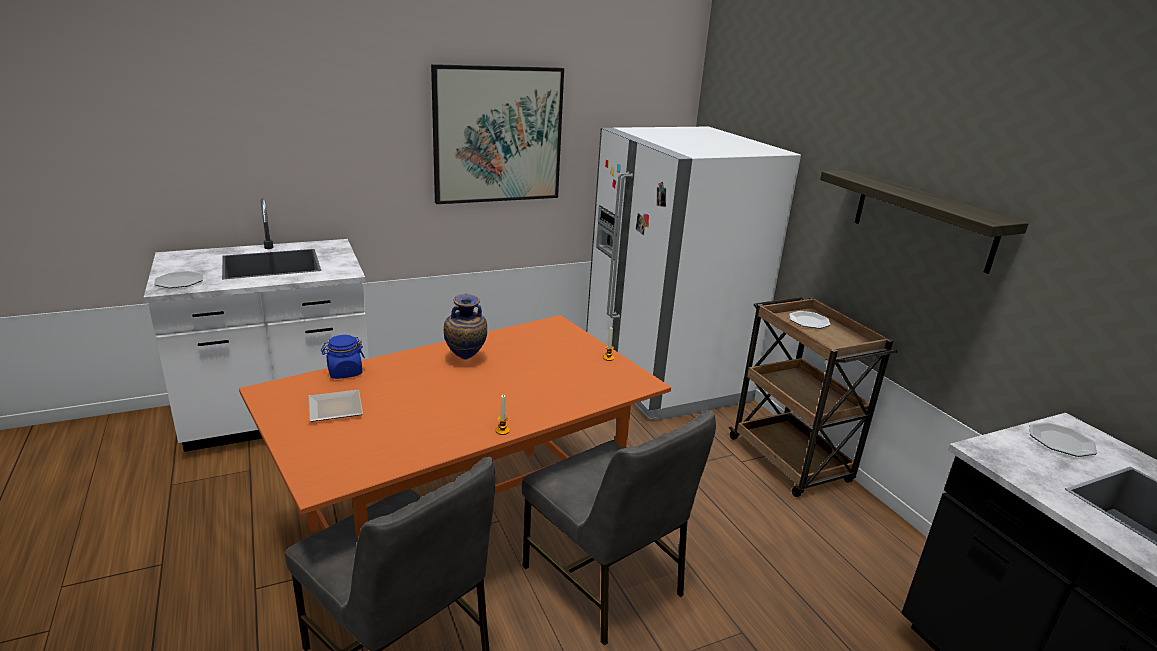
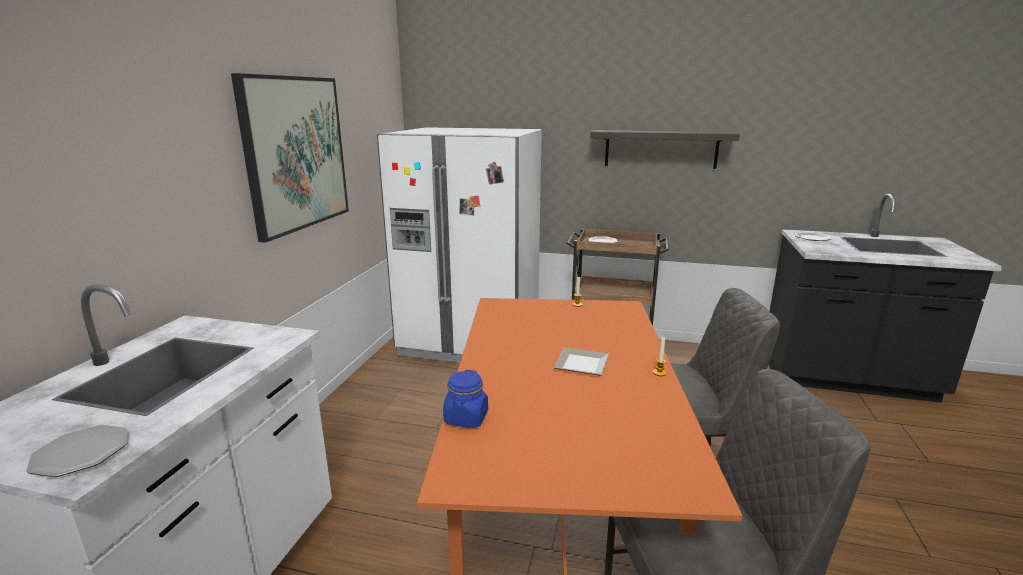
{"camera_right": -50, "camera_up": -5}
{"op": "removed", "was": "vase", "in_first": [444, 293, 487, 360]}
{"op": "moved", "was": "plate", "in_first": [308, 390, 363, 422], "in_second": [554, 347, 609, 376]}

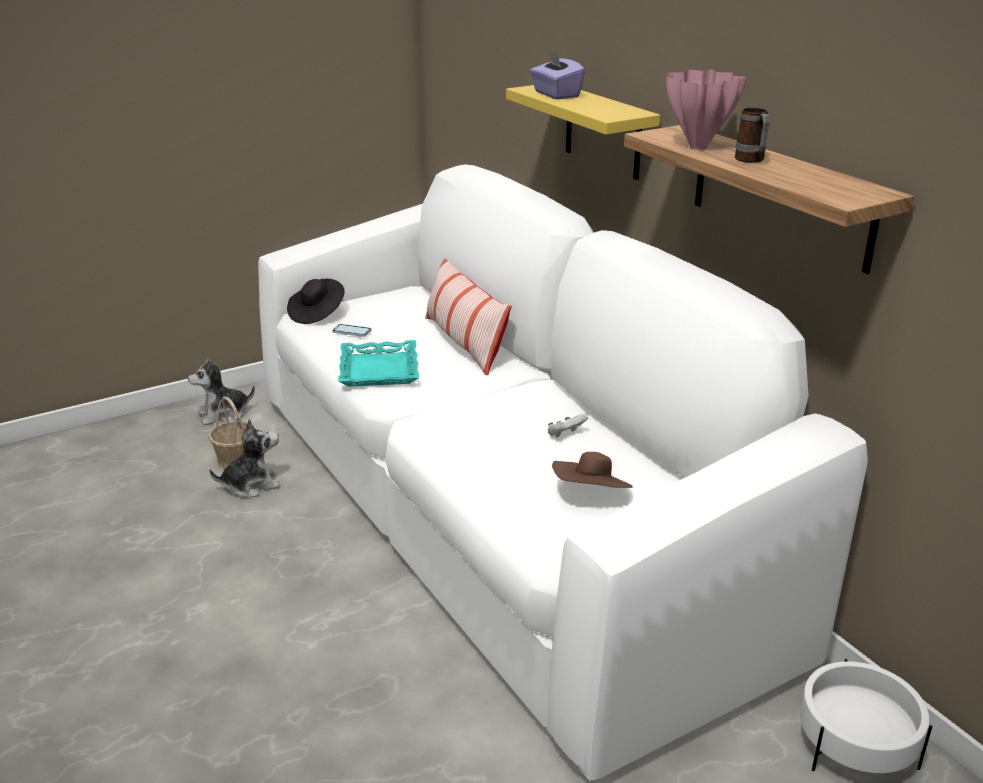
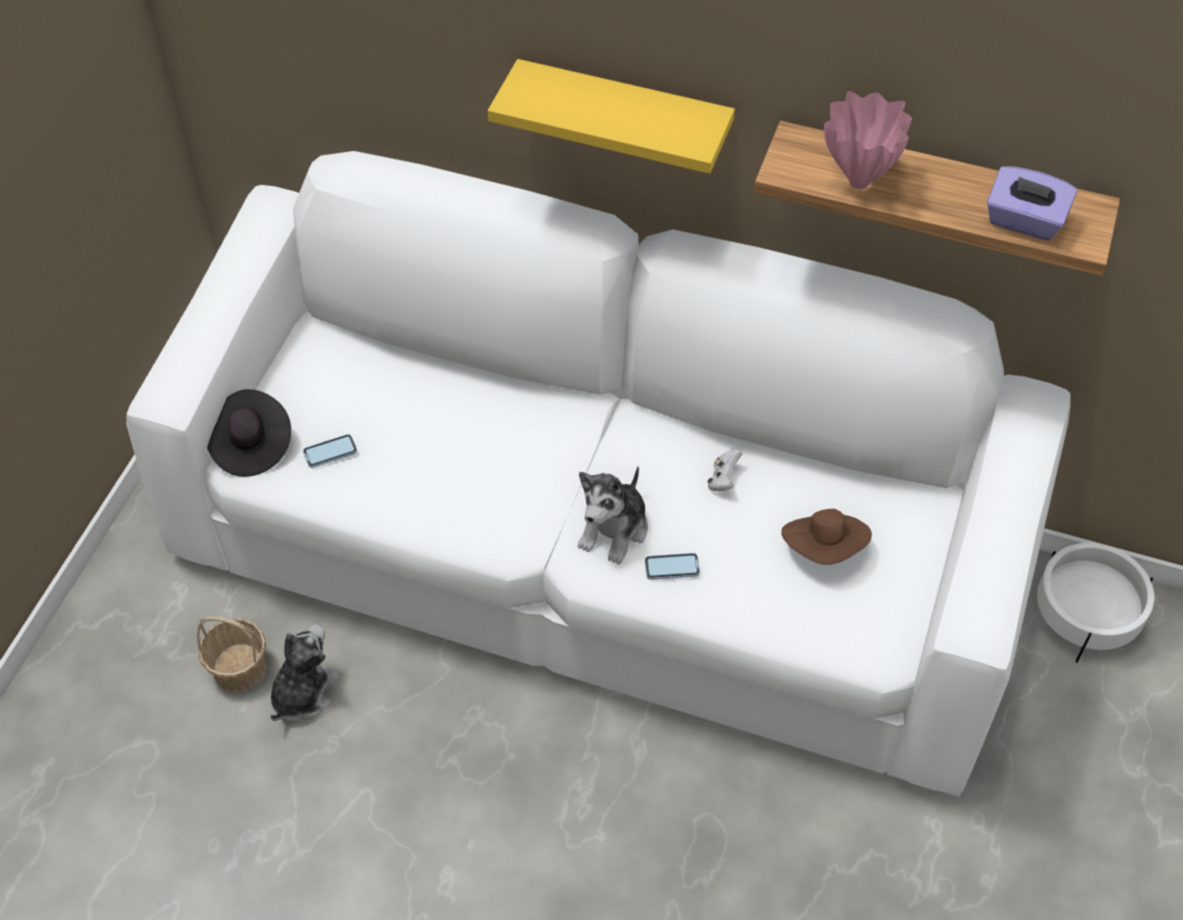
{"camera_right": -40, "camera_up": 25}
{"op": "removed", "was": "turquoise tray", "in_first": [338, 340, 419, 387]}
{"op": "removed", "was": "pillow", "in_first": [425, 258, 512, 375]}
{"op": "removed", "was": "mug", "in_first": [735, 108, 769, 163]}
{"op": "added", "now": "phone", "in_second": [645, 553, 700, 580]}
{"op": "moved", "was": "plush toy", "in_first": [187, 358, 255, 426], "in_second": [578, 466, 648, 565]}
{"op": "moved", "was": "purple tissue box", "in_first": [530, 49, 585, 100], "in_second": [987, 166, 1077, 241]}

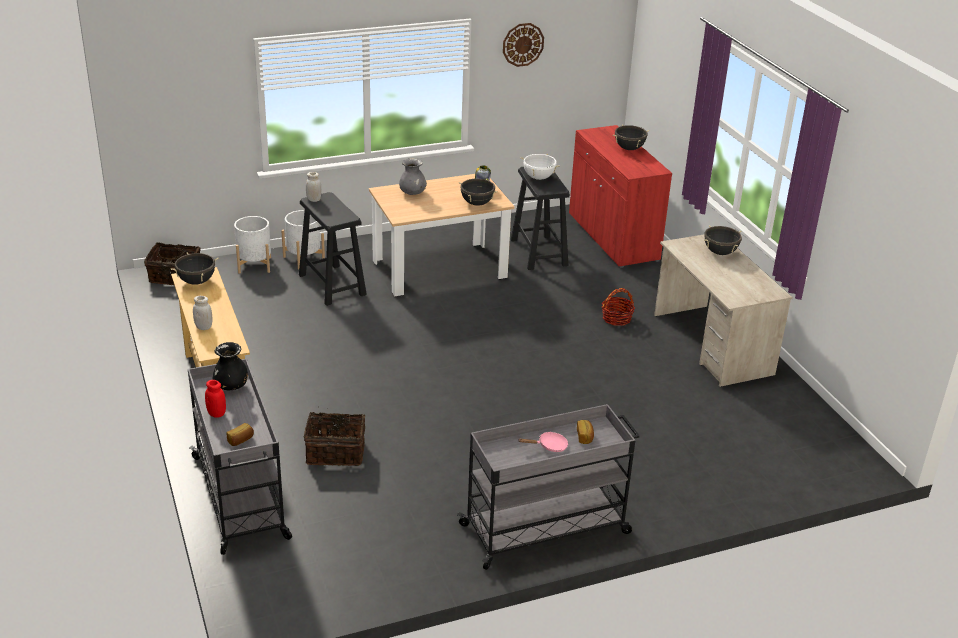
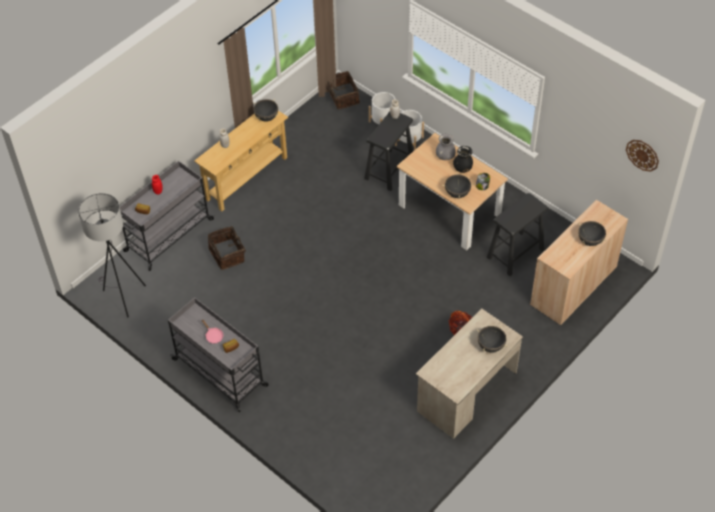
{"camera_right": 65, "camera_up": 20}
{"op": "removed", "was": "white cooking pot", "in_first": [521, 154, 559, 180]}
{"op": "added", "now": "grey floor lamp", "in_second": [78, 193, 146, 318]}
{"op": "moved", "was": "black vase", "in_first": [212, 342, 248, 390], "in_second": [453, 146, 473, 173]}
{"op": "moved", "was": "wall clock", "in_first": [503, 23, 544, 67], "in_second": [626, 140, 659, 172]}
{"op": "recoloured", "was": "red cabinet", "now": "beige cabinet", "in_first": [569, 125, 672, 268], "in_second": [530, 200, 628, 326]}

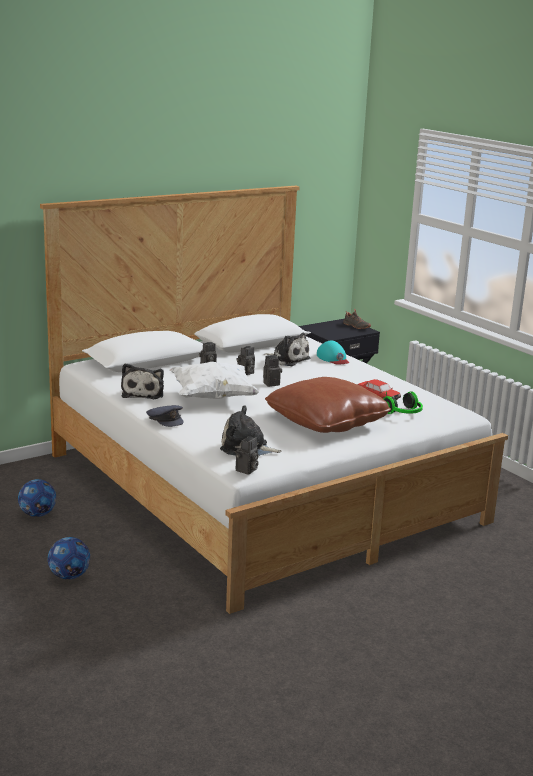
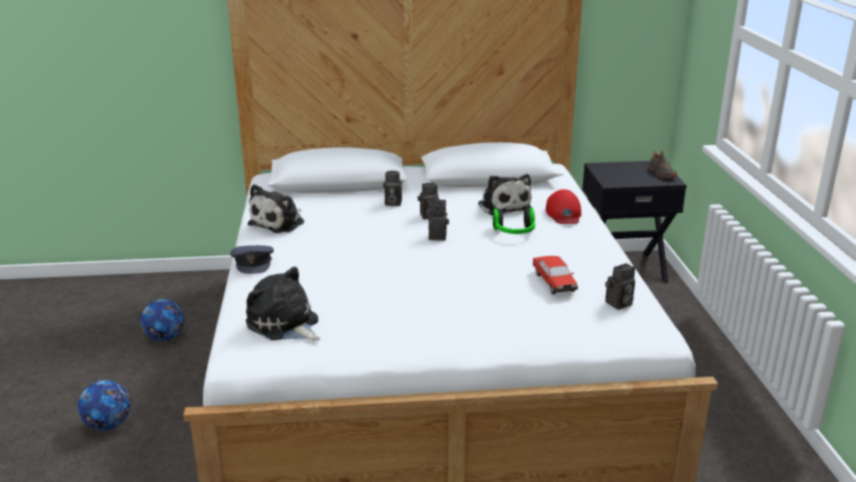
{"camera_right": 30, "camera_up": 5}
{"op": "removed", "was": "white pillow", "in_first": [169, 362, 260, 399]}
{"op": "removed", "was": "brown pillow", "in_first": [265, 377, 391, 433]}
{"op": "moved", "was": "photo camera", "in_first": [236, 436, 259, 475], "in_second": [605, 263, 635, 310]}
{"op": "moved", "was": "headphones", "in_first": [384, 391, 423, 414], "in_second": [492, 203, 535, 234]}
{"op": "recoloured", "was": "turquoise cap", "now": "red cap", "in_first": [317, 341, 349, 365], "in_second": [546, 189, 581, 224]}

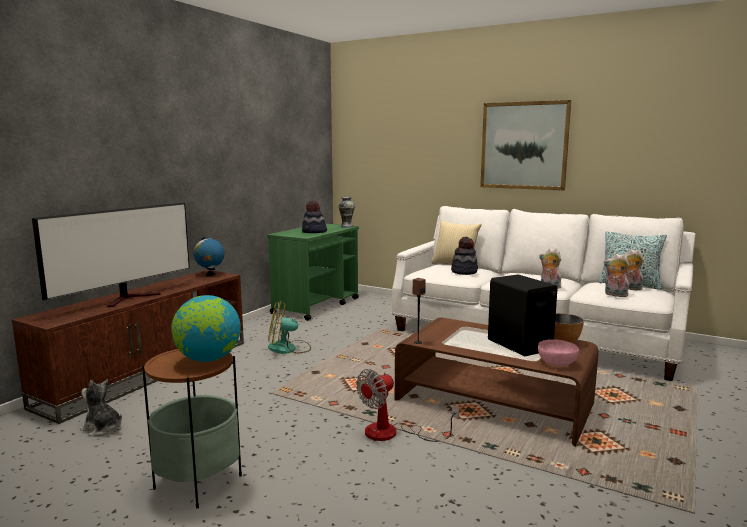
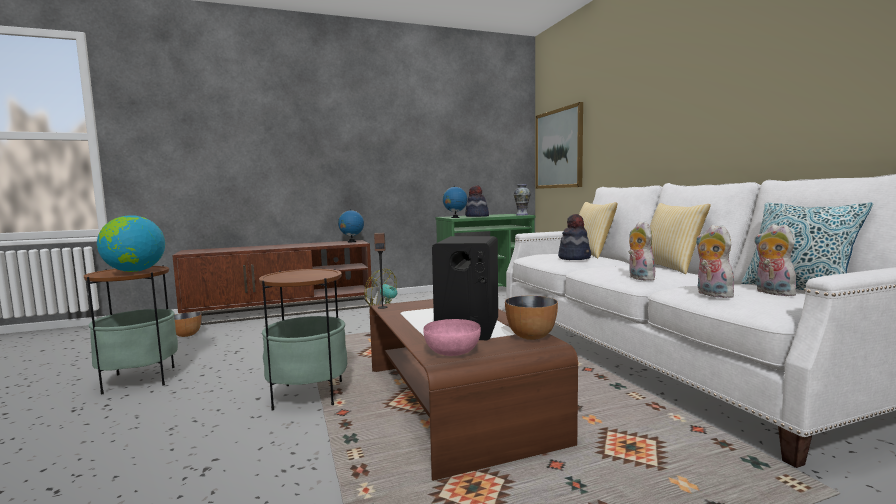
{"camera_right": 40, "camera_up": -5}
{"op": "removed", "was": "television", "in_first": [32, 203, 190, 307]}
{"op": "added", "now": "globe", "in_second": [443, 186, 467, 218]}
{"op": "added", "now": "pillow", "in_second": [650, 203, 711, 274]}
{"op": "moved", "was": "picture", "in_first": [480, 100, 571, 191], "in_second": [536, 102, 583, 189]}
{"op": "replaced", "was": "plush toy", "now": "bowl", "in_first": [80, 379, 122, 436], "in_second": [174, 312, 202, 337]}
{"op": "replaced", "was": "fan", "now": "side table", "in_first": [356, 369, 459, 442], "in_second": [259, 269, 347, 411]}

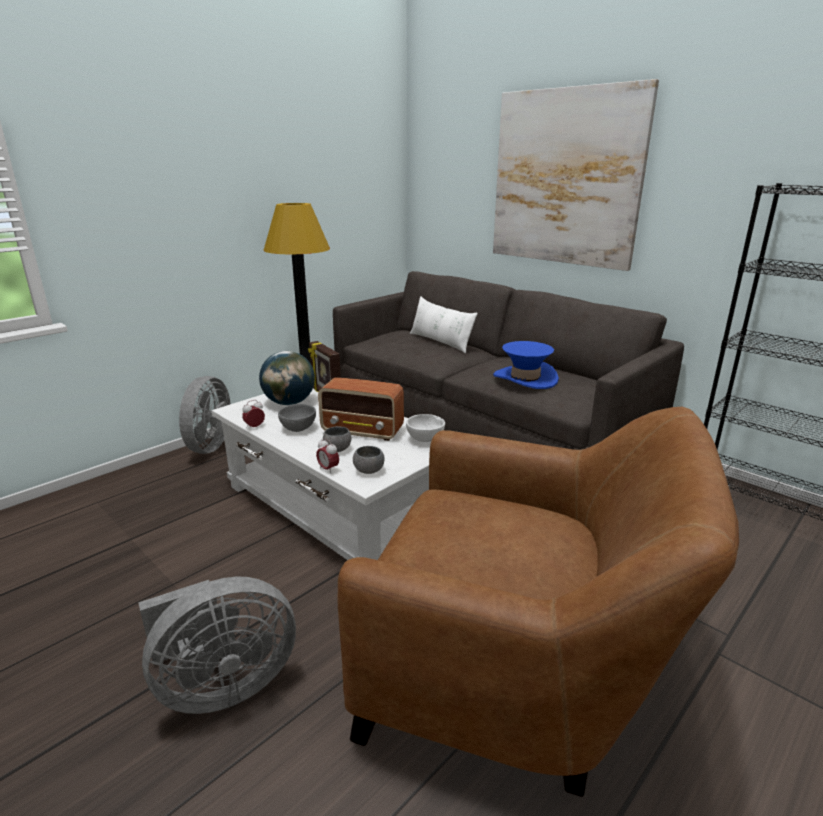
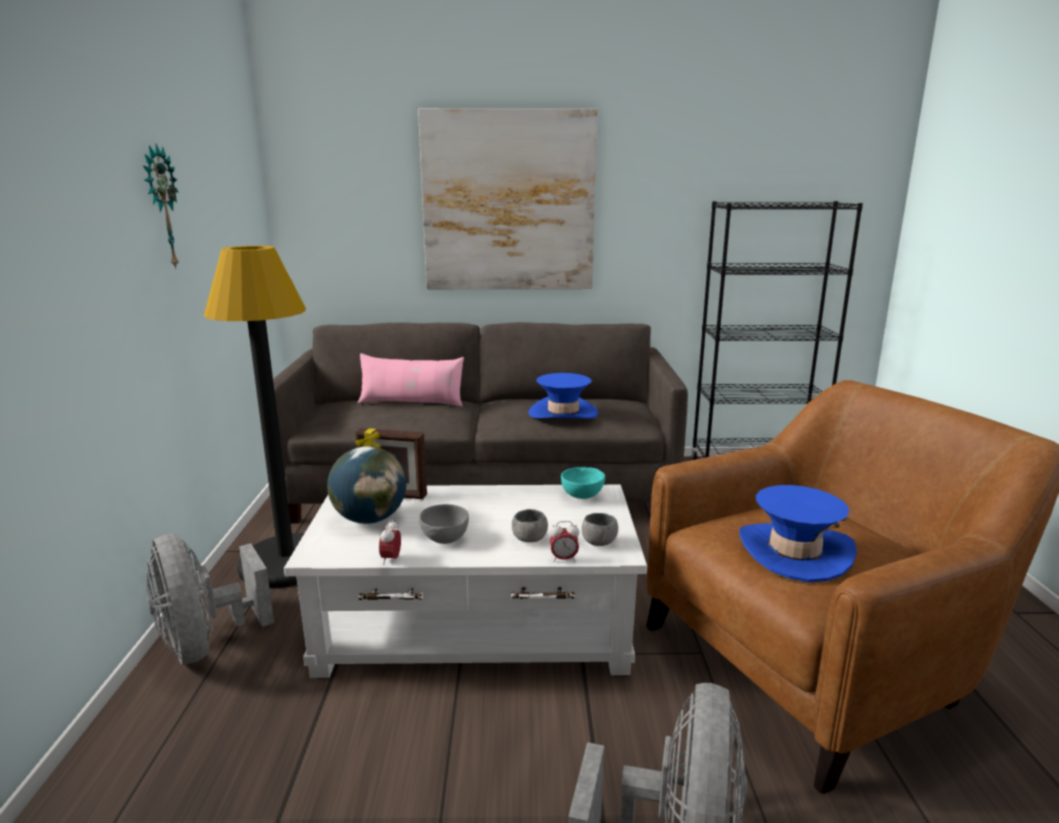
{"camera_right": -45, "camera_up": -5}
{"op": "removed", "was": "radio", "in_first": [318, 377, 404, 441]}
{"op": "added", "now": "wall clock", "in_second": [143, 144, 179, 268]}
{"op": "added", "now": "blue hat", "in_second": [739, 485, 857, 583]}
{"op": "recoloured", "was": "white bowl", "now": "turquoise bowl", "in_first": [406, 414, 445, 442], "in_second": [561, 467, 605, 499]}
{"op": "recoloured", "was": "white pillow", "now": "pink pillow", "in_first": [410, 296, 478, 353], "in_second": [358, 353, 464, 407]}

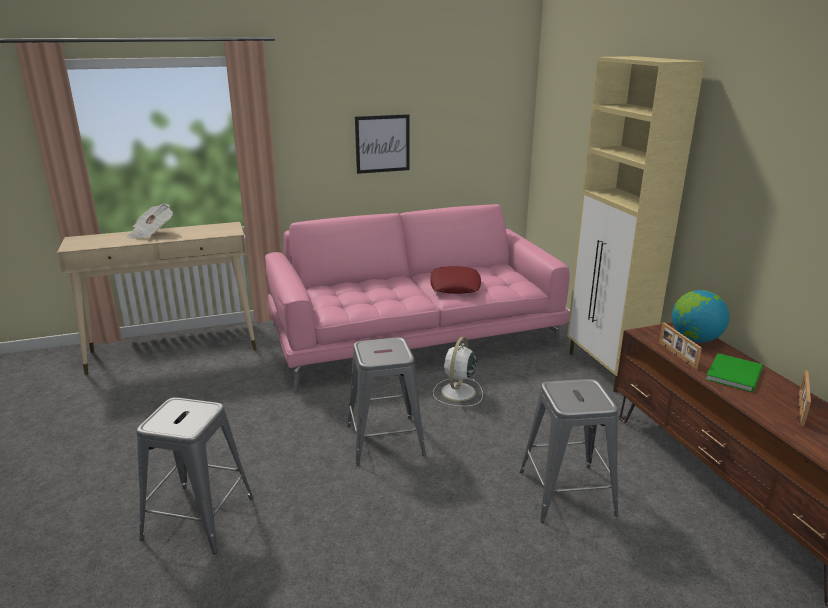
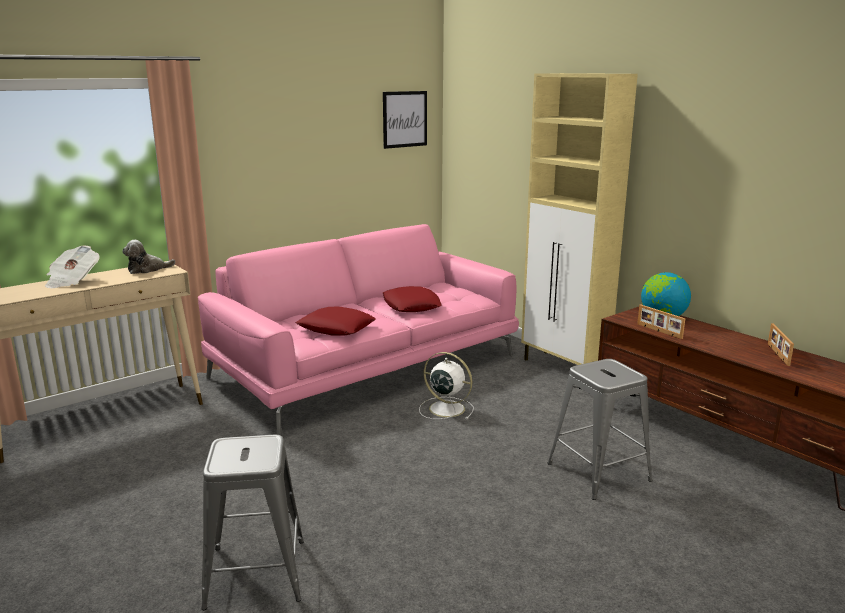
{"camera_right": -20, "camera_up": -5}
{"op": "removed", "was": "grey stool", "in_first": [347, 337, 426, 466]}
{"op": "removed", "was": "green book", "in_first": [705, 353, 763, 392]}
{"op": "added", "now": "plush toy", "in_second": [122, 240, 175, 274]}
{"op": "added", "now": "red pillow", "in_second": [296, 307, 376, 336]}
{"op": "moved", "was": "picture", "in_first": [355, 114, 410, 174], "in_second": [383, 91, 427, 149]}
{"op": "turned", "was": "white fan", "in_first": [433, 337, 483, 407], "in_second": [419, 352, 474, 419], "clockwise": 120}

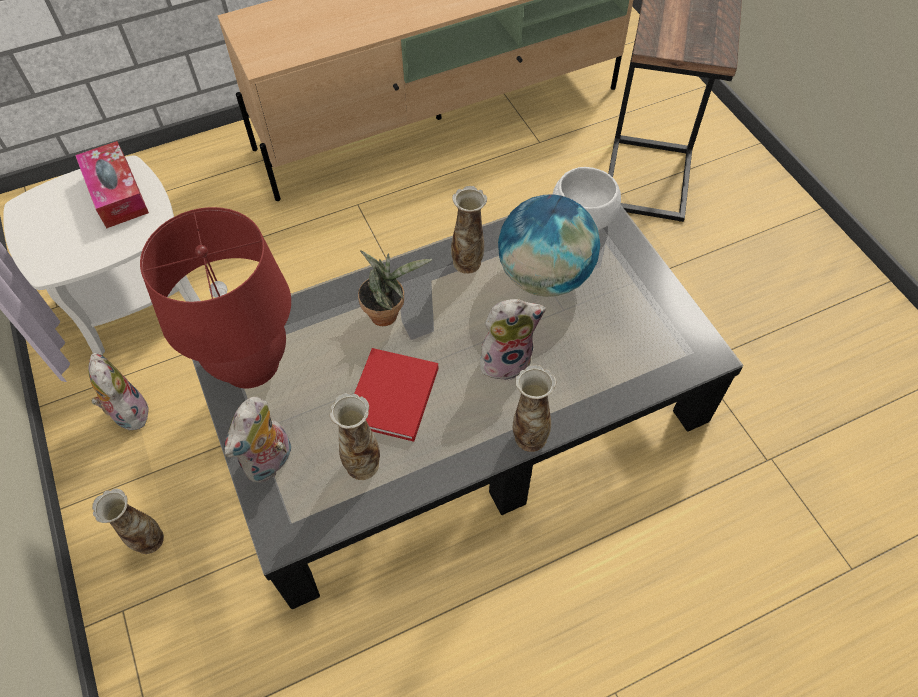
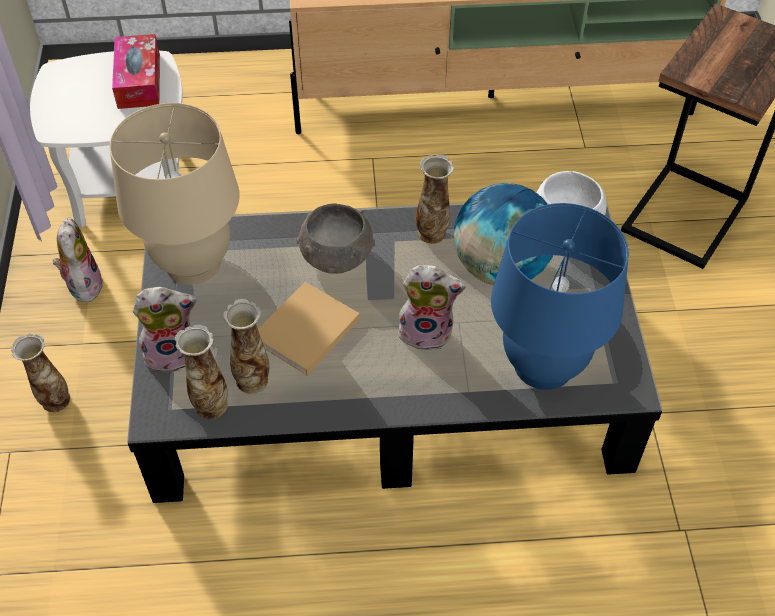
{"camera_right": 20, "camera_up": -5}
{"op": "added", "now": "blue table lamp", "in_second": [491, 203, 629, 390]}
{"op": "moved", "was": "vase", "in_first": [513, 365, 556, 452], "in_second": [175, 325, 228, 419]}
{"op": "replaced", "was": "potted plant", "now": "grey bowl", "in_first": [358, 250, 432, 326], "in_second": [297, 203, 375, 274]}
{"op": "recoloured", "was": "red table lamp", "now": "beige table lamp", "in_first": [140, 207, 291, 388], "in_second": [109, 103, 240, 285]}
{"op": "recoloured", "was": "red book", "now": "beige book", "in_first": [354, 348, 439, 442], "in_second": [258, 282, 360, 376]}
{"op": "turned", "was": "plush toy", "in_first": [224, 397, 291, 483], "in_second": [133, 287, 197, 373], "clockwise": -150}

